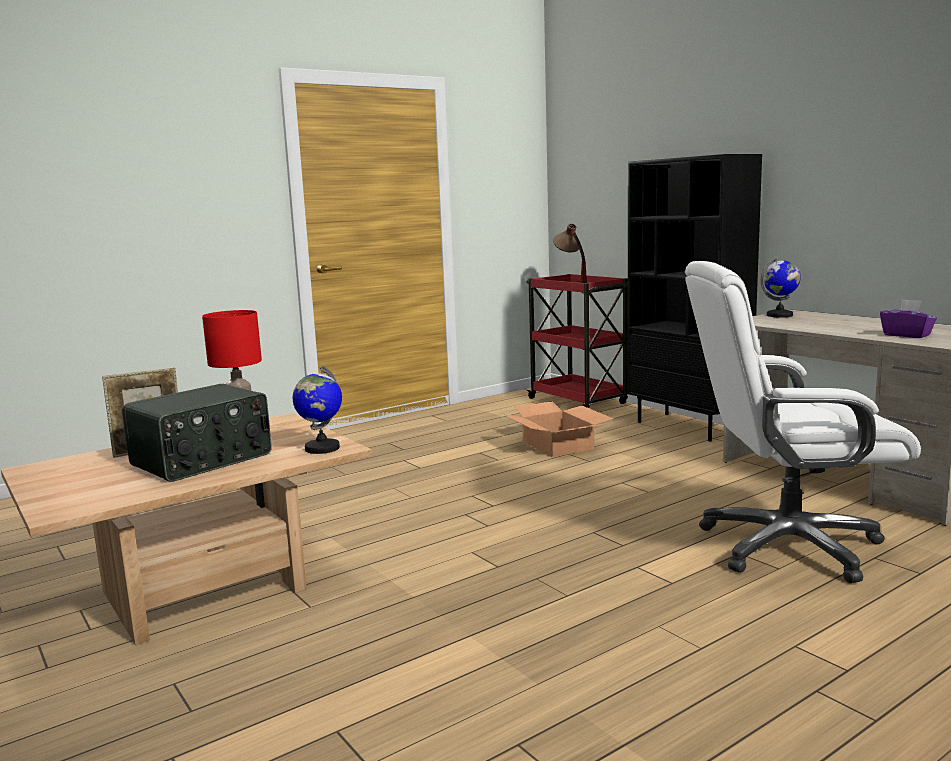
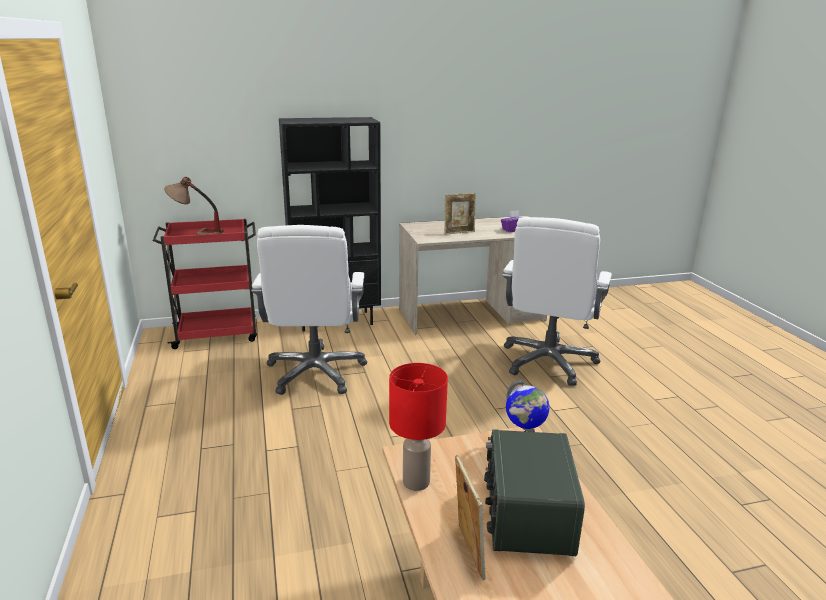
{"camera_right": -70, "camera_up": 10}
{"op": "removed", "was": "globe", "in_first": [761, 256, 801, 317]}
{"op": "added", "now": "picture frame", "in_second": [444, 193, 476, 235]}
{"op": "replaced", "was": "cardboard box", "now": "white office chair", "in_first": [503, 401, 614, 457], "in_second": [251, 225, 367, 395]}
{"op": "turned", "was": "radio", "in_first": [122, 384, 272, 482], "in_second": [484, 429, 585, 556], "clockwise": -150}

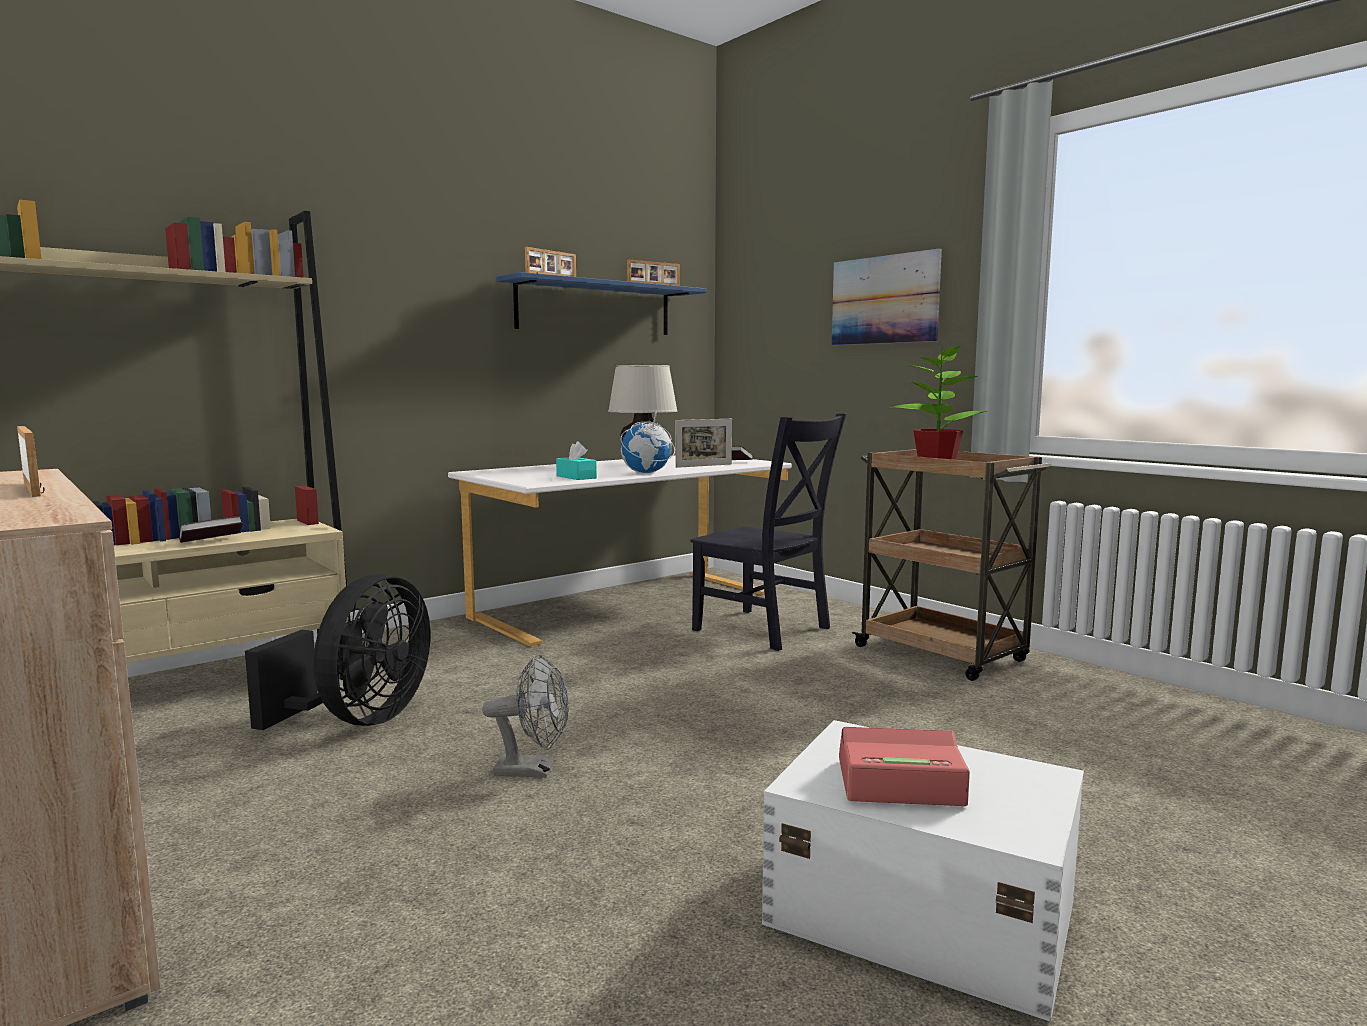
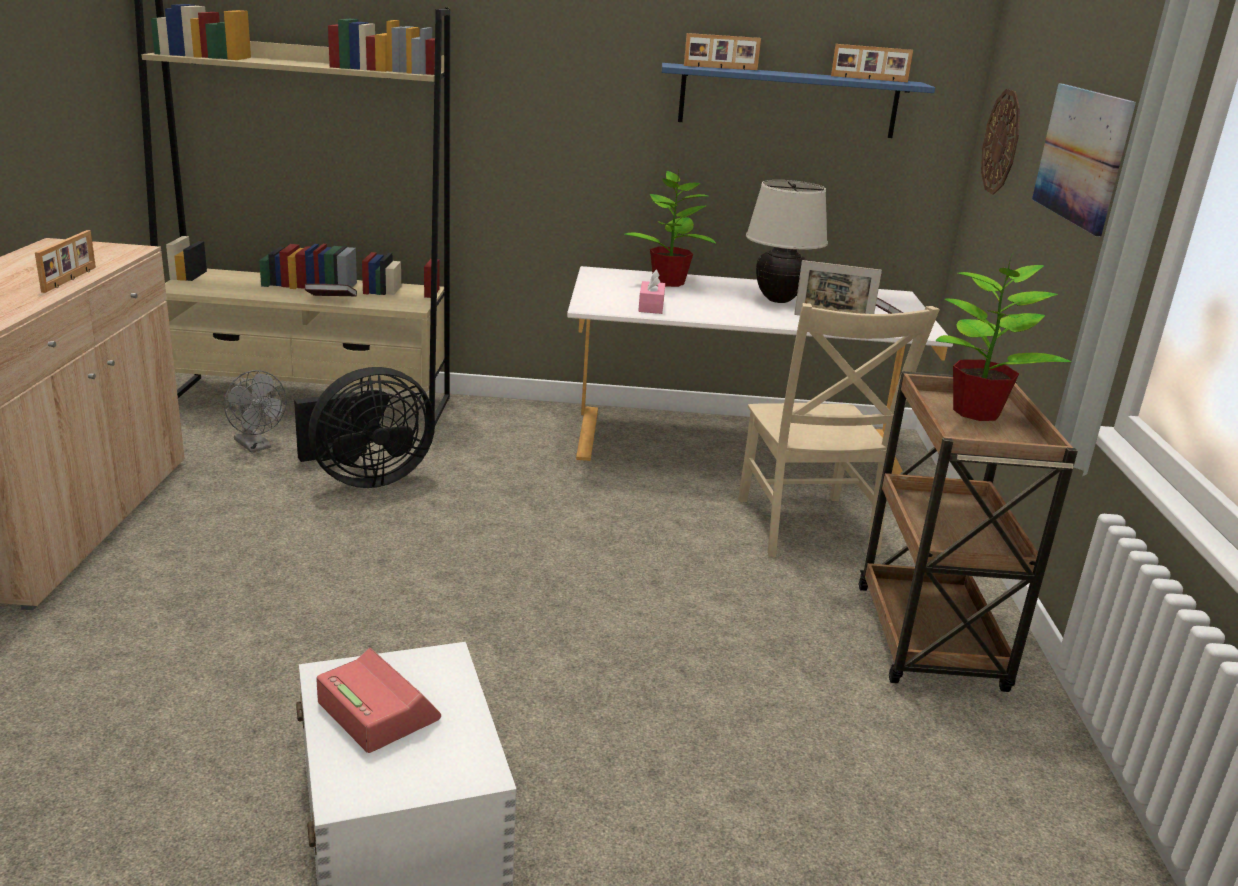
{"camera_right": 40, "camera_up": 15}
{"op": "removed", "was": "globe", "in_first": [621, 410, 675, 473]}
{"op": "added", "now": "potted plant", "in_second": [624, 171, 716, 287]}
{"op": "added", "now": "wall clock", "in_second": [981, 89, 1020, 195]}
{"op": "moved", "was": "grey fan", "in_first": [482, 654, 569, 778], "in_second": [224, 370, 287, 453]}
{"op": "recoloured", "was": "turquoise tissue box", "now": "pink tissue box", "in_first": [556, 441, 597, 480], "in_second": [638, 269, 665, 314]}
{"op": "recoloured", "was": "black chair", "now": "beige chair", "in_first": [690, 414, 846, 651], "in_second": [738, 303, 940, 557]}

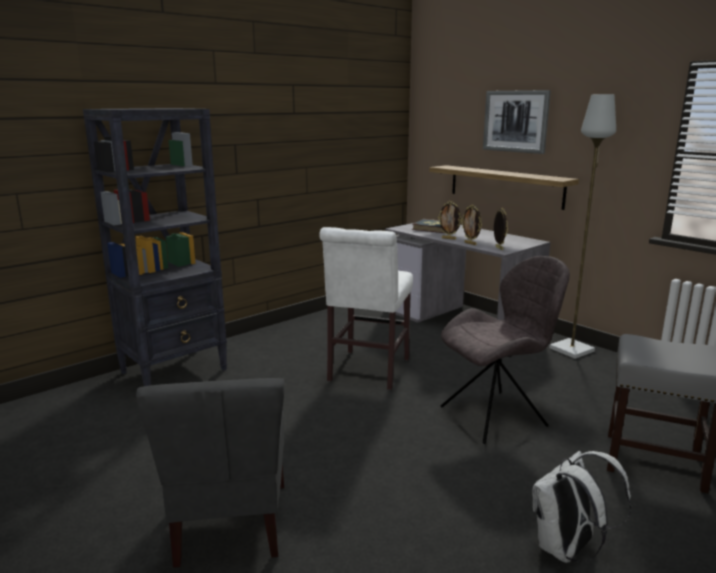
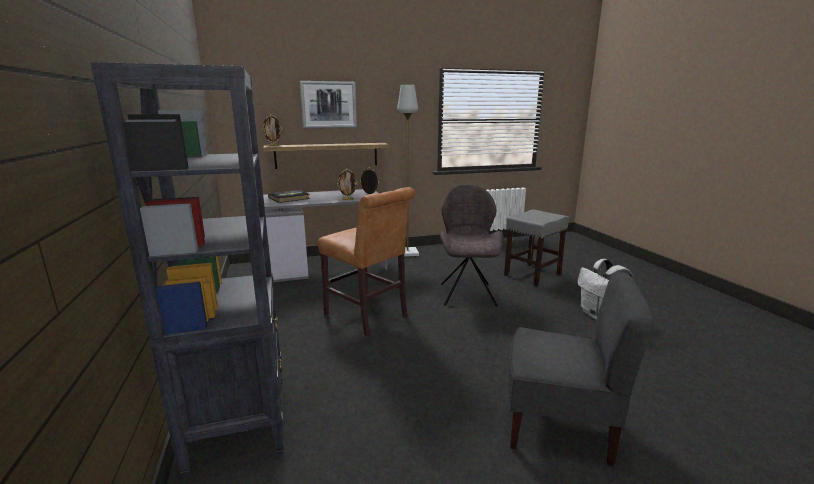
{"camera_right": -65, "camera_up": 0}
{"op": "moved", "was": "picture frame", "in_first": [438, 201, 462, 240], "in_second": [262, 114, 282, 146]}
{"op": "recoloured", "was": "white chair", "now": "brown chair", "in_first": [319, 227, 413, 390], "in_second": [318, 187, 415, 336]}

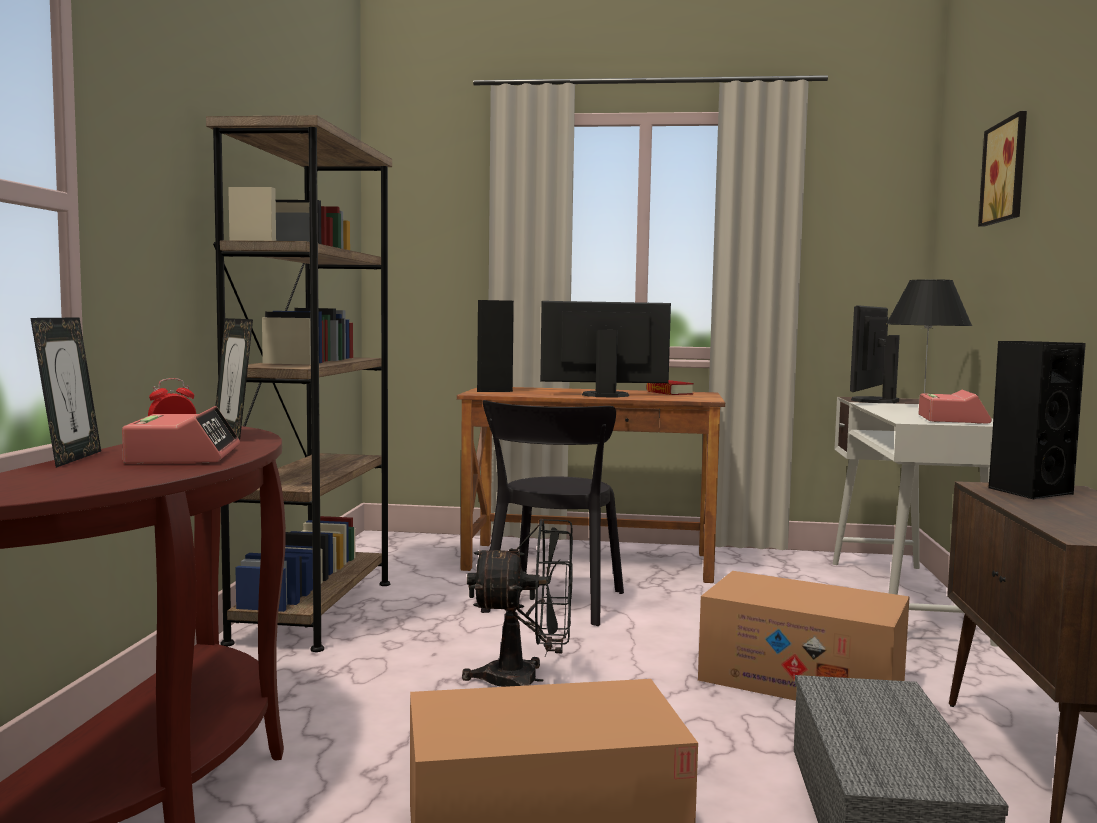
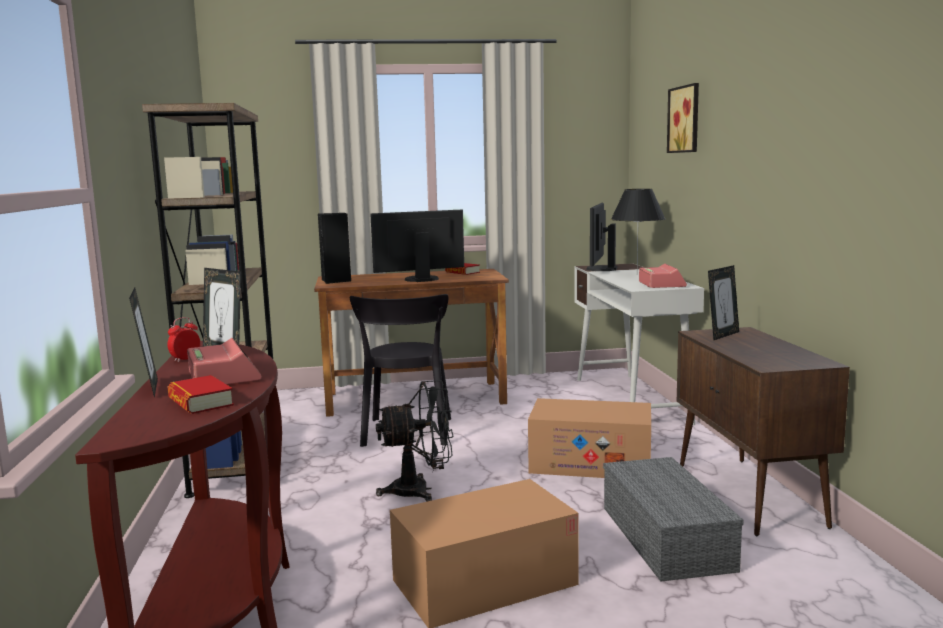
{"camera_right": -15, "camera_up": 5}
{"op": "added", "now": "book", "in_second": [167, 375, 234, 414]}
{"op": "replaced", "was": "black speaker", "now": "picture frame", "in_first": [988, 341, 1086, 499], "in_second": [708, 265, 739, 340]}

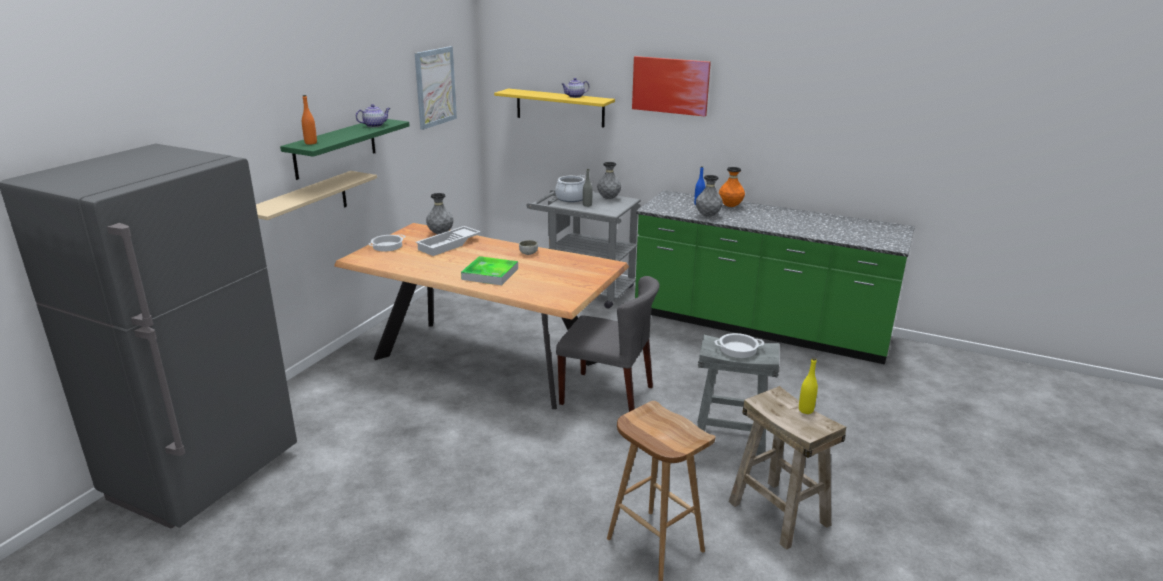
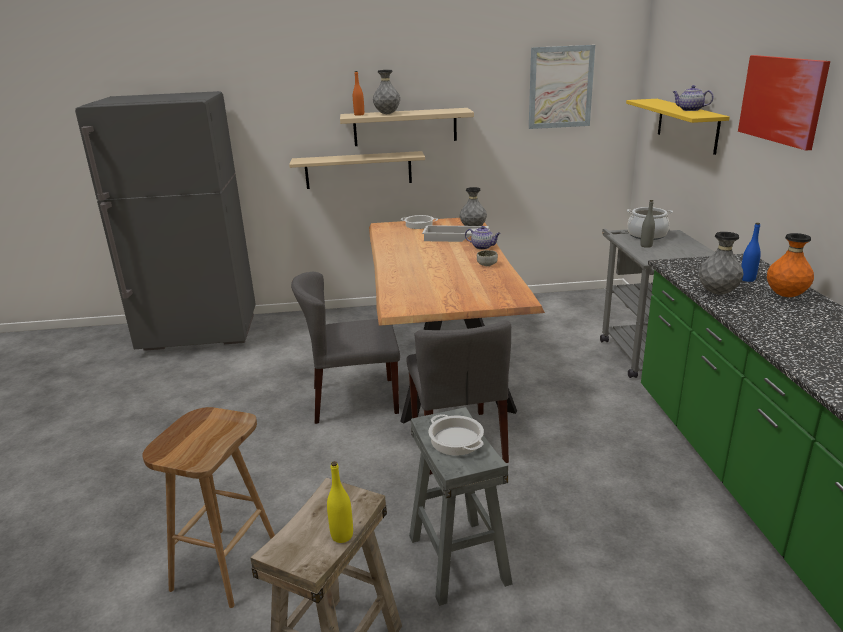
{"camera_right": 60, "camera_up": 0}
{"op": "removed", "was": "tray", "in_first": [461, 256, 518, 285]}
{"op": "added", "now": "grey chair", "in_second": [291, 272, 400, 424]}
{"op": "moved", "was": "teapot", "in_first": [356, 104, 390, 127], "in_second": [465, 226, 501, 250]}
{"op": "moved", "was": "grey vase", "in_first": [597, 162, 621, 199], "in_second": [373, 70, 400, 114]}
{"op": "recoloured", "was": "green shelf", "now": "beige shelf", "in_first": [280, 119, 410, 180], "in_second": [340, 108, 474, 146]}

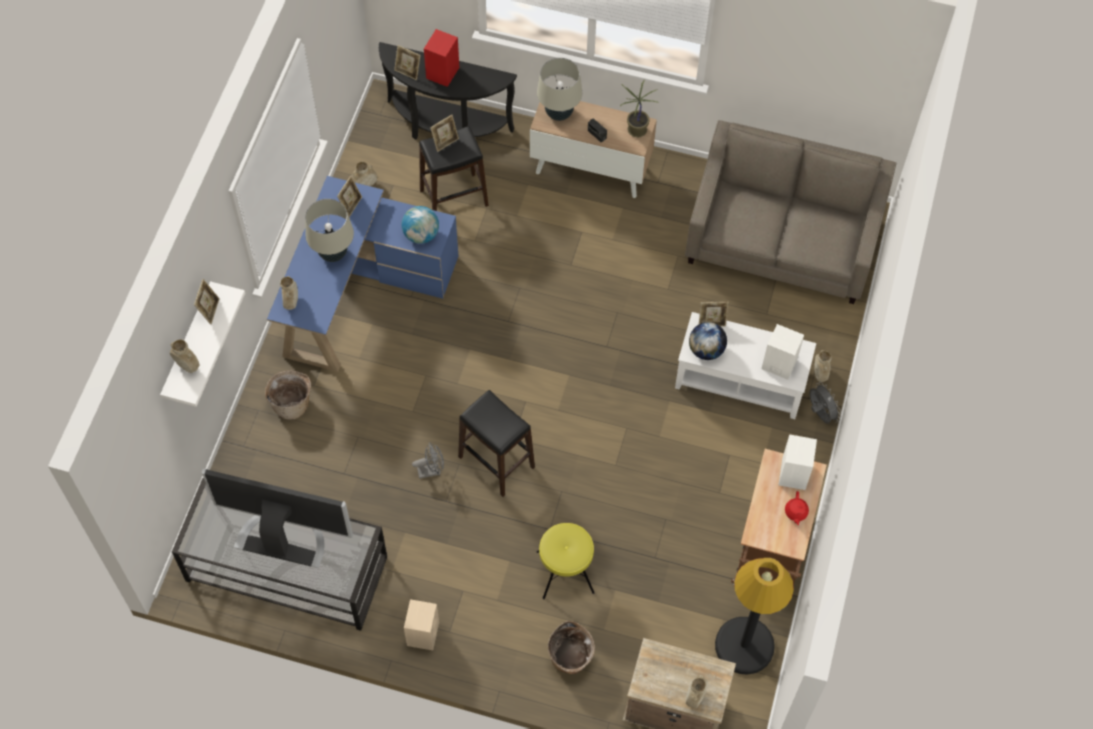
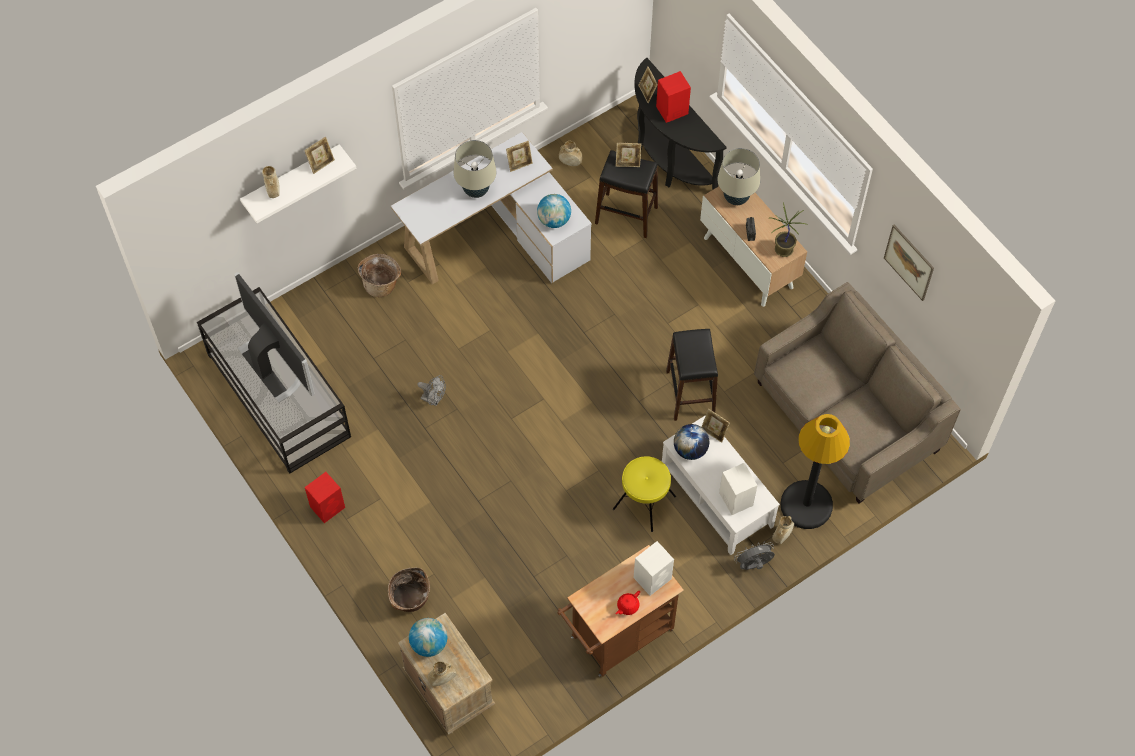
{"camera_right": 40, "camera_up": 0}
{"op": "removed", "was": "beige vase", "in_first": [280, 276, 298, 310]}
{"op": "added", "now": "globe", "in_second": [409, 618, 447, 657]}
{"op": "added", "now": "picture", "in_second": [884, 225, 934, 301]}
{"op": "moved", "was": "black stool", "in_first": [458, 390, 535, 497], "in_second": [666, 329, 718, 421]}
{"op": "moved", "was": "yellow stool", "in_first": [537, 523, 595, 599], "in_second": [613, 456, 676, 532]}
{"op": "moved", "was": "black floor lamp", "in_first": [715, 558, 794, 675], "in_second": [780, 414, 850, 529]}
{"op": "recoloured", "was": "blue desk", "now": "white desk", "in_first": [267, 176, 458, 372], "in_second": [391, 132, 592, 284]}
{"op": "recoloured", "was": "beige speaker", "now": "red speaker", "in_first": [404, 599, 439, 650], "in_second": [305, 472, 345, 523]}
{"op": "turned", "was": "grey fan", "in_first": [810, 382, 841, 424], "in_second": [734, 541, 775, 570], "clockwise": -120}

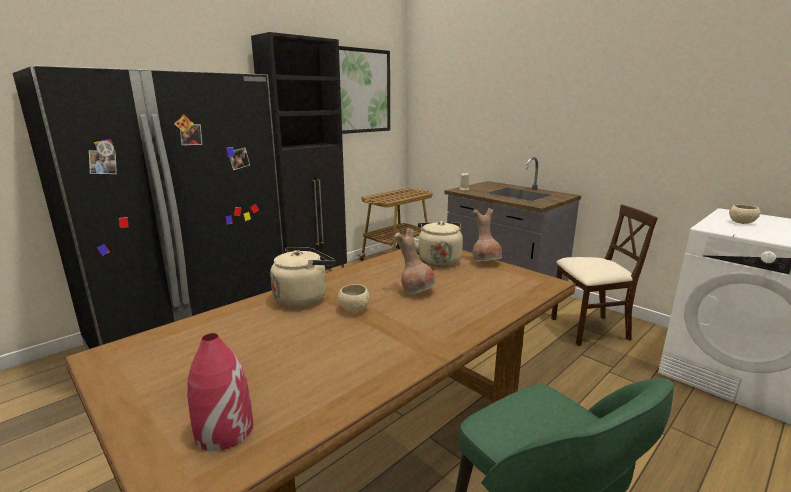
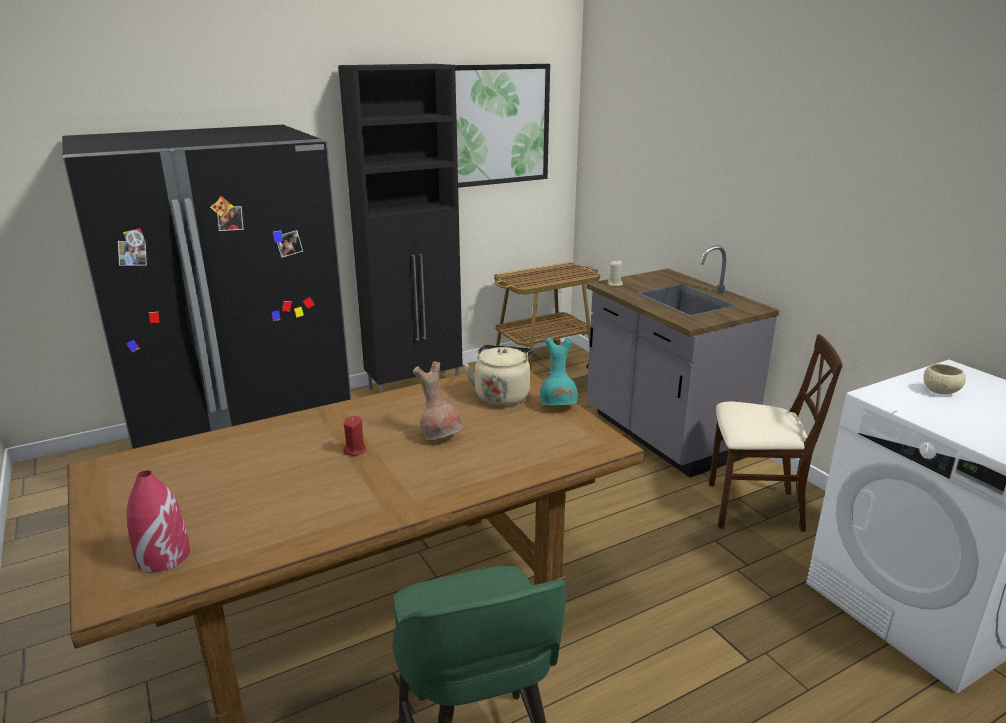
{"camera_right": 15, "camera_up": 5}
{"op": "removed", "was": "beige kettle", "in_first": [270, 247, 335, 308]}
{"op": "replaced", "was": "beige bowl", "now": "red candle", "in_first": [338, 284, 369, 313], "in_second": [343, 416, 366, 456]}
{"op": "recoloured", "was": "brown vase", "now": "turquoise vase", "in_first": [472, 208, 502, 262], "in_second": [540, 337, 578, 405]}

